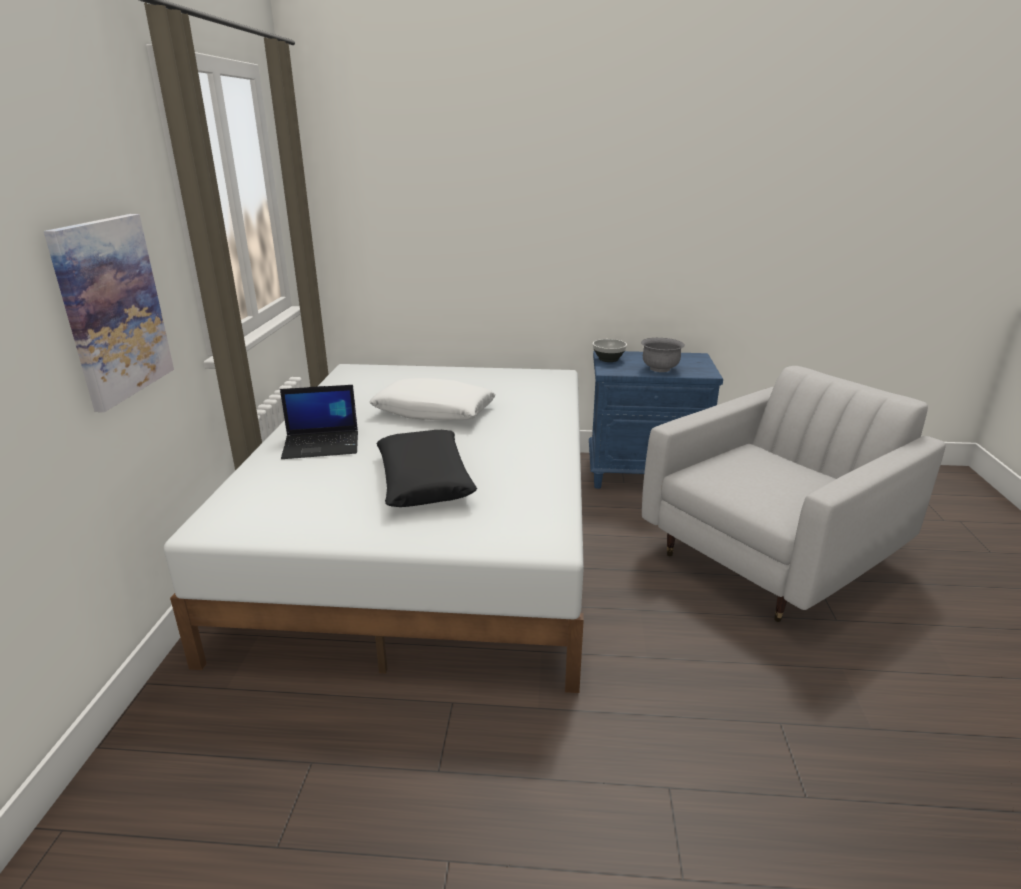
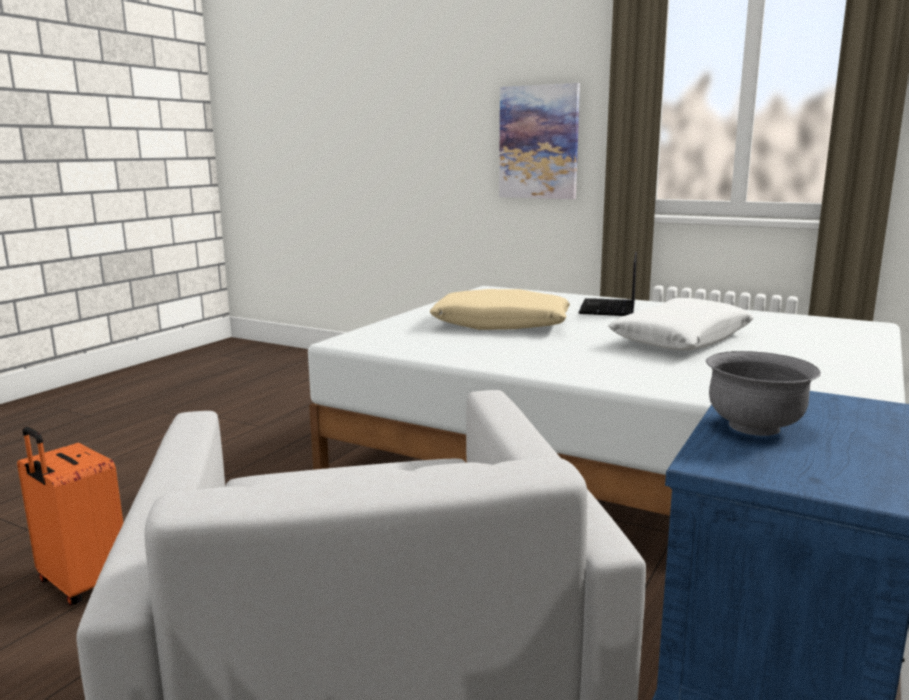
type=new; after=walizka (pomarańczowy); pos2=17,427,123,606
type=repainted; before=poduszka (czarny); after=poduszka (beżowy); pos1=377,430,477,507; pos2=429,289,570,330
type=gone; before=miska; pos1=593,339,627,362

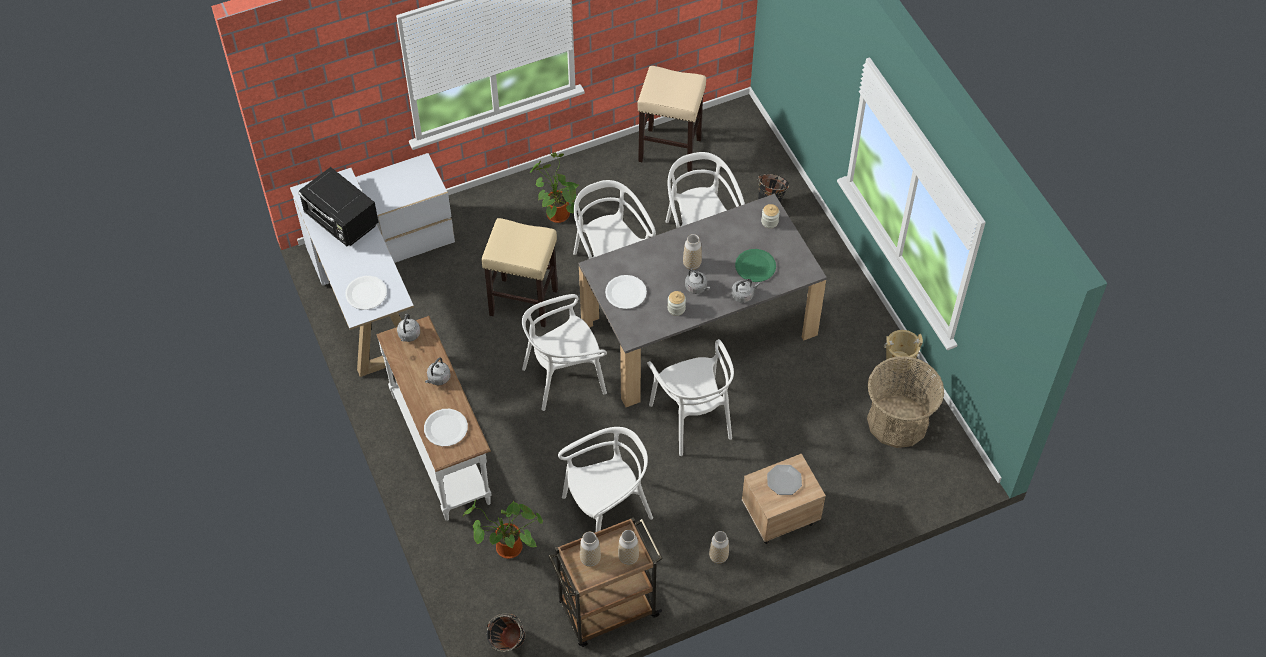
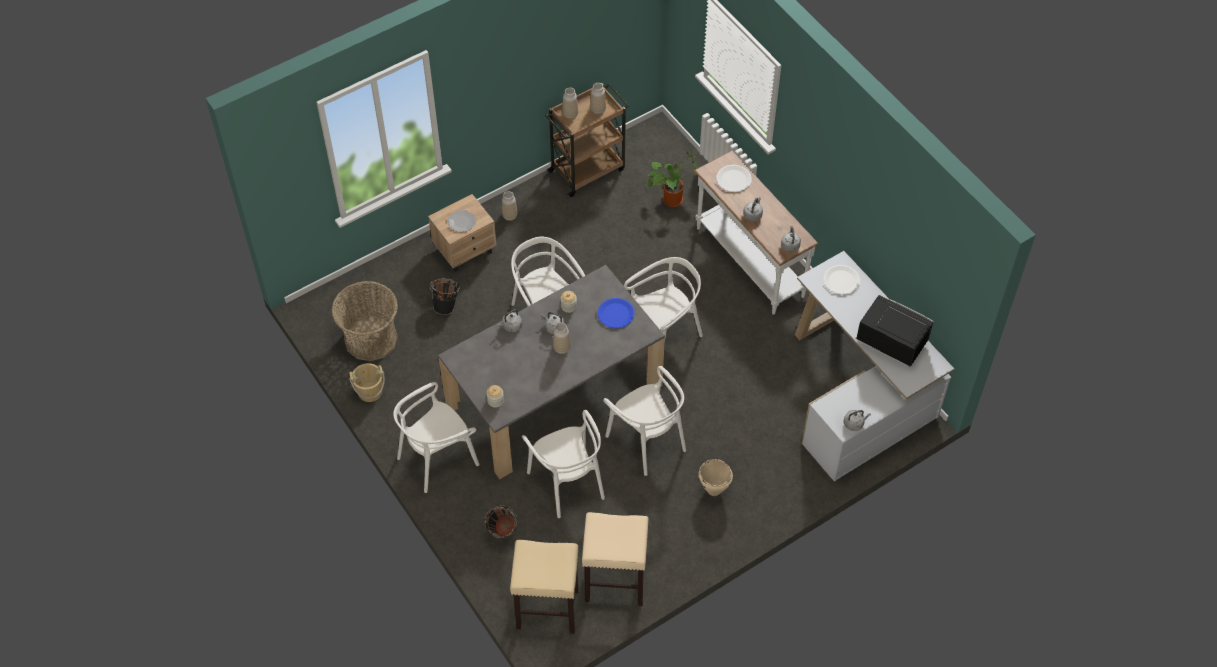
type=shifted; before=krzesło (biały); pos1=558,427,653,532; pos2=393,382,480,493
type=shifted; before=wiadro (czarny); pos1=487,613,525,652; pos2=430,278,460,315
type=shifted; before=stołek (beżowy); pos1=481,218,558,327; pos2=510,540,579,634
type=repainted; before=talerz (biały); after=talerz (niebieski); pos1=605,275,647,309; pos2=598,298,635,328
type=swapped; before=roślina doniczkowa; after=garnek (beżowy); pos1=530,153,579,223; pos2=698,459,733,496
type=new; after=czajnik (szary); pos2=844,410,871,431
type=gone; before=talerz (zielony); pos1=735,249,776,282

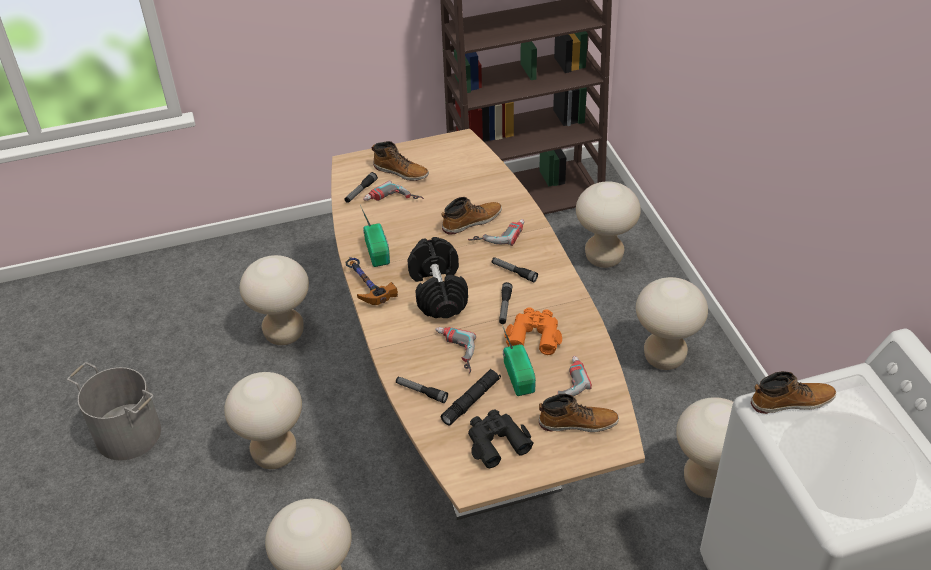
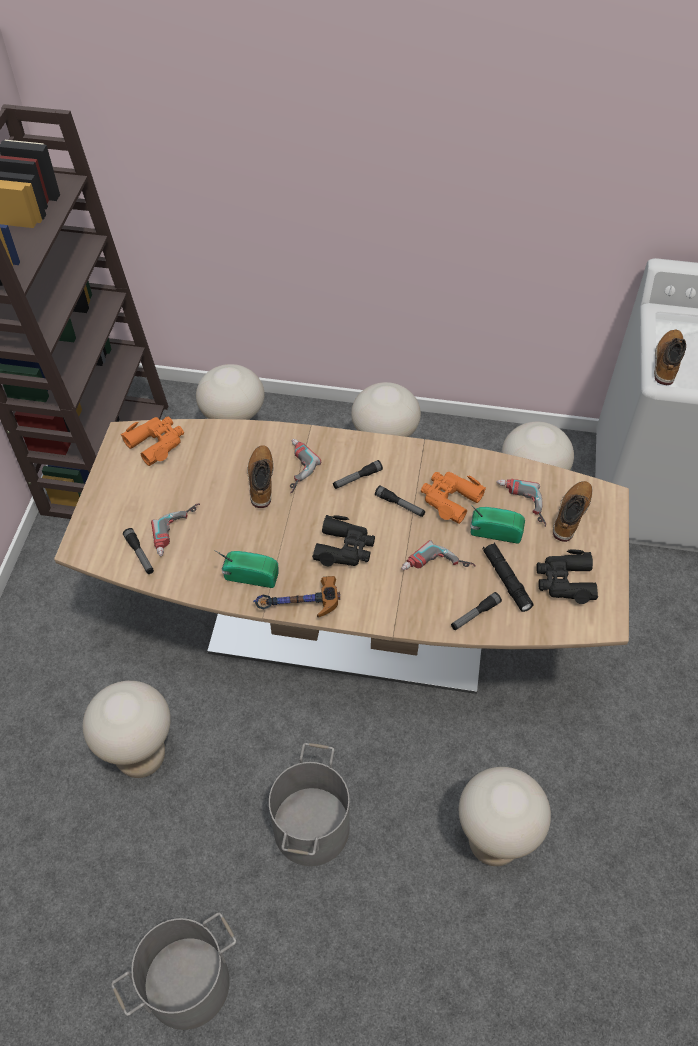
type=new; after=lornetka (pomarańczowy); pos2=121,416,184,466
type=swapped; before=stołek (beżowy); after=wiadro (szary); pos1=224,372,302,469; pos2=269,743,350,866
type=swapped; before=hantel (czarny); after=lornetka (czarny); pos1=407,237,468,318; pos2=312,515,375,567
type=gone; before=but z cholewką; pos1=371,141,429,181

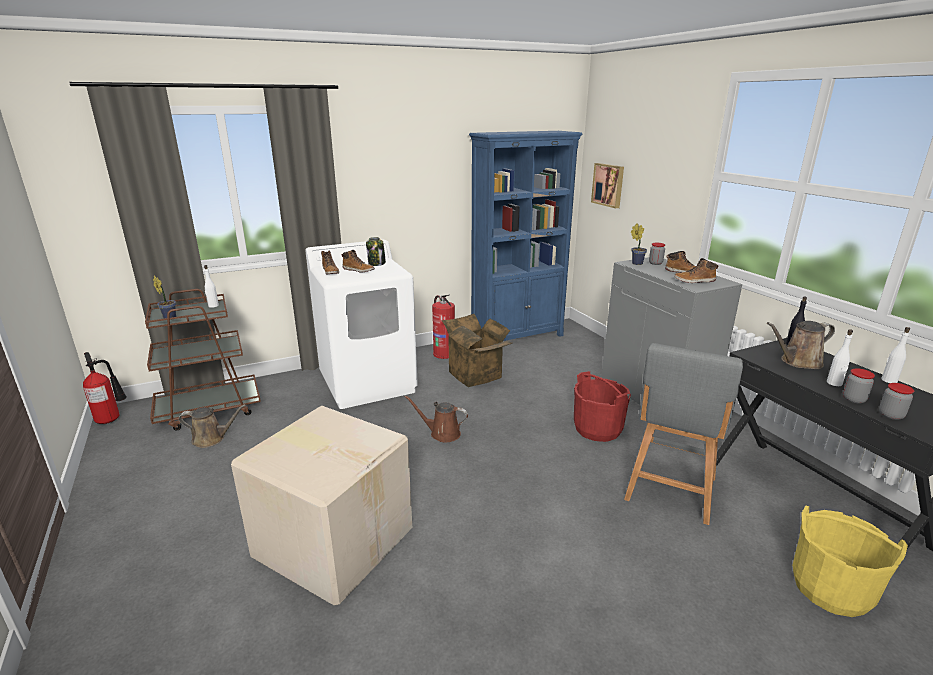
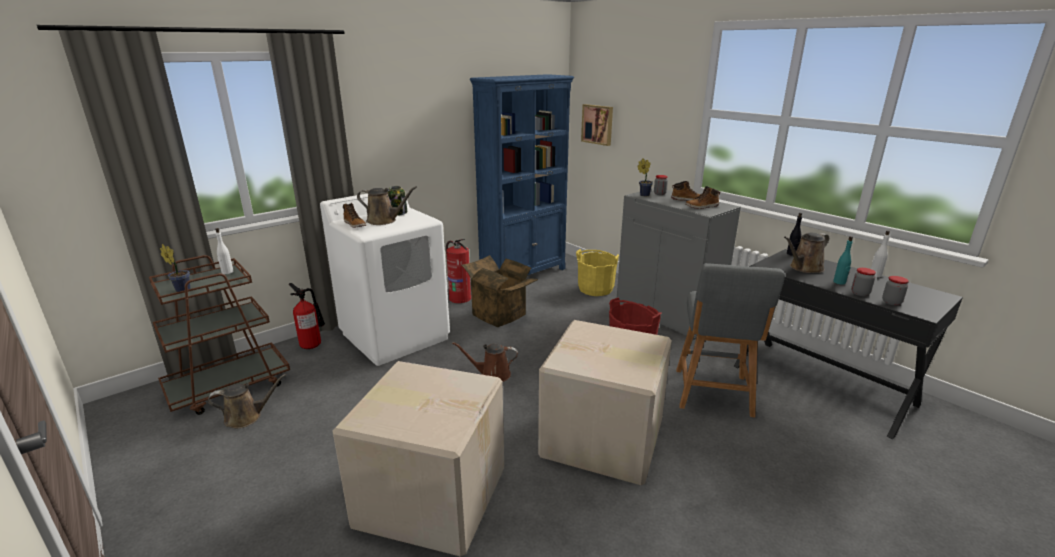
type=shifted; before=gaśnica; pos1=83,352,127,424; pos2=289,283,325,349
type=swapped; before=but z cholewką; after=konewka (brązowy); pos1=342,250,375,272; pos2=357,186,417,225
type=new; after=karton; pos2=538,320,672,485
type=shifted; before=wiadro (żółty); pos1=792,505,908,617; pos2=576,249,619,296
type=repainted; before=butelka (biały); after=butelka (turkusowy); pos1=827,329,853,386; pos2=833,236,853,285

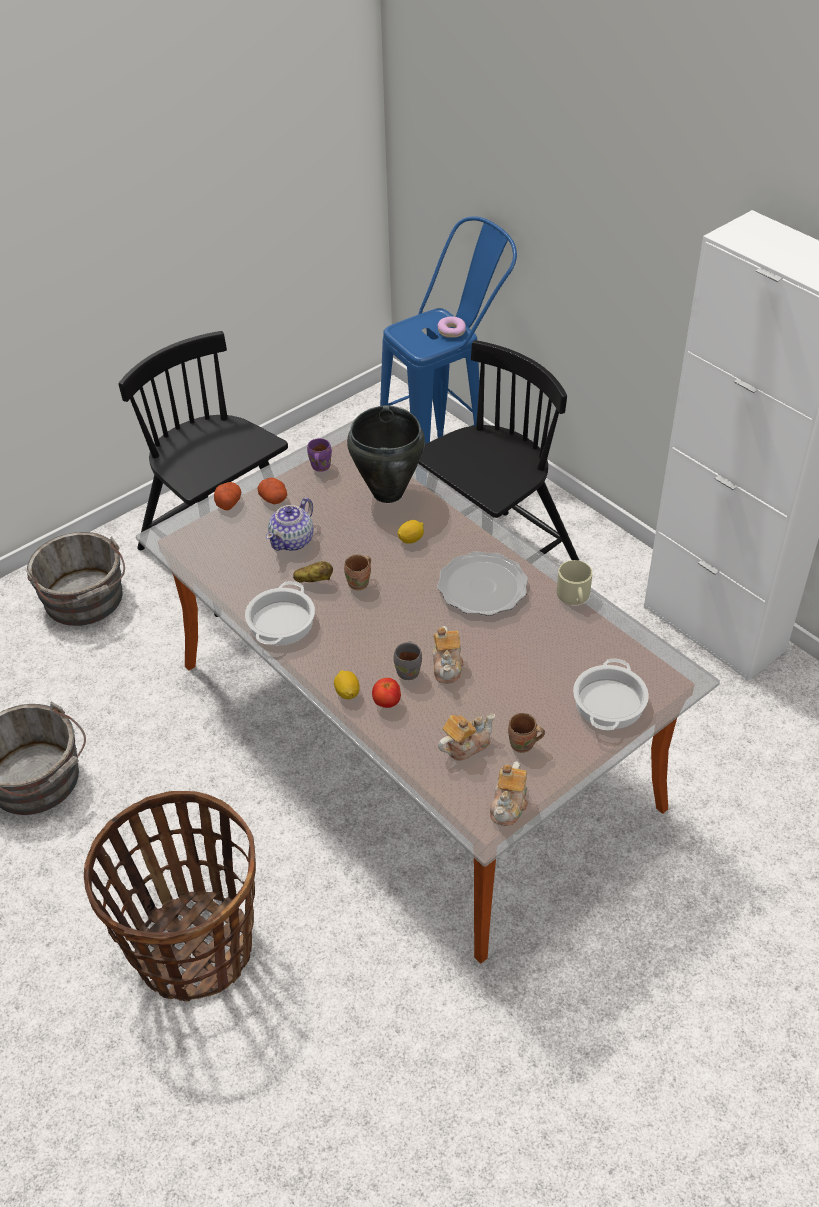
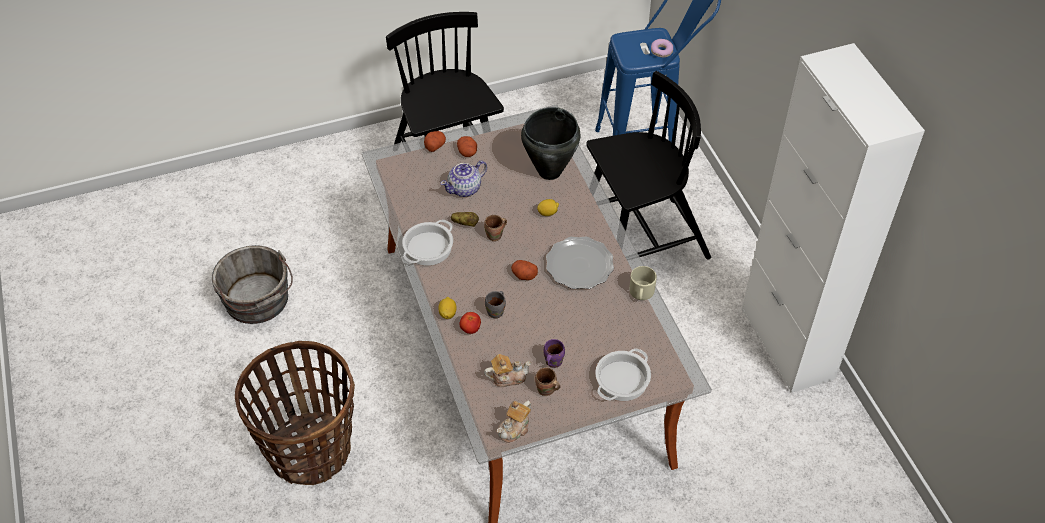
type=new; after=ziemniak; pos2=511,260,538,280
type=shifted; before=kubek (fioletowy); pos1=307,438,332,472; pos2=543,339,565,368
type=gone; before=wiadro (szary); pos1=26,532,125,626
type=gone; before=imbryk; pos1=433,626,464,683

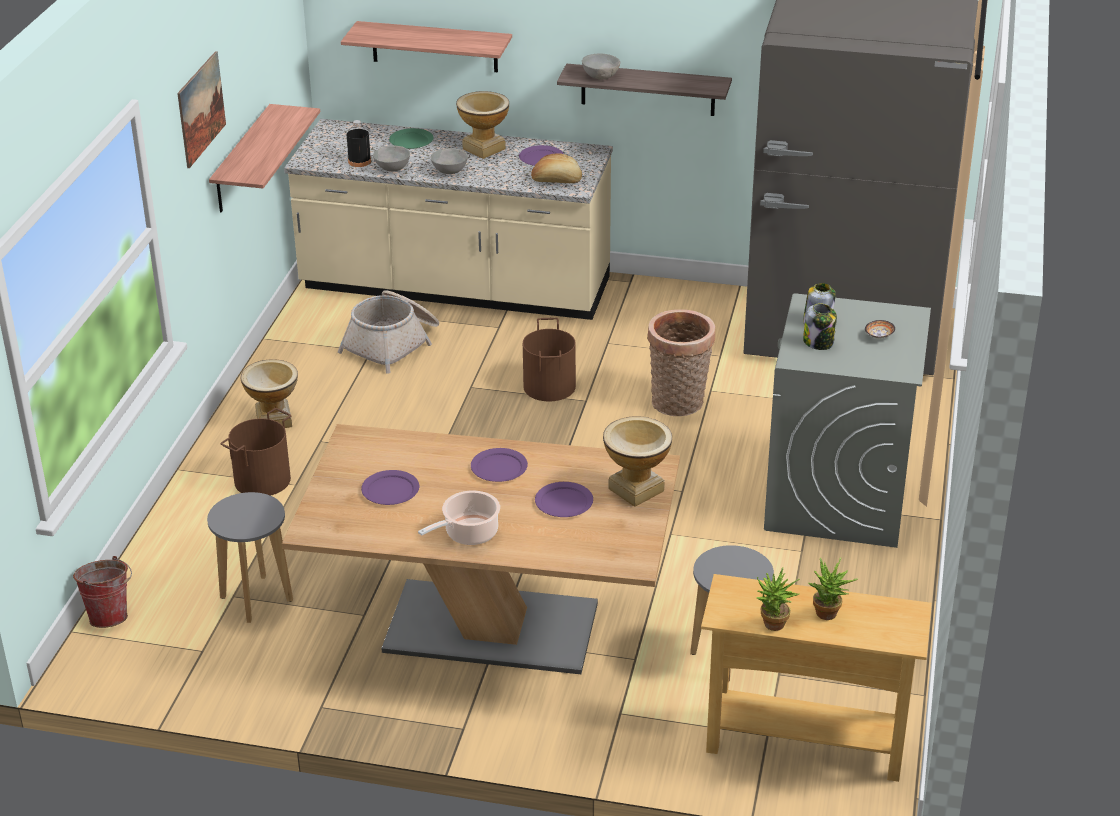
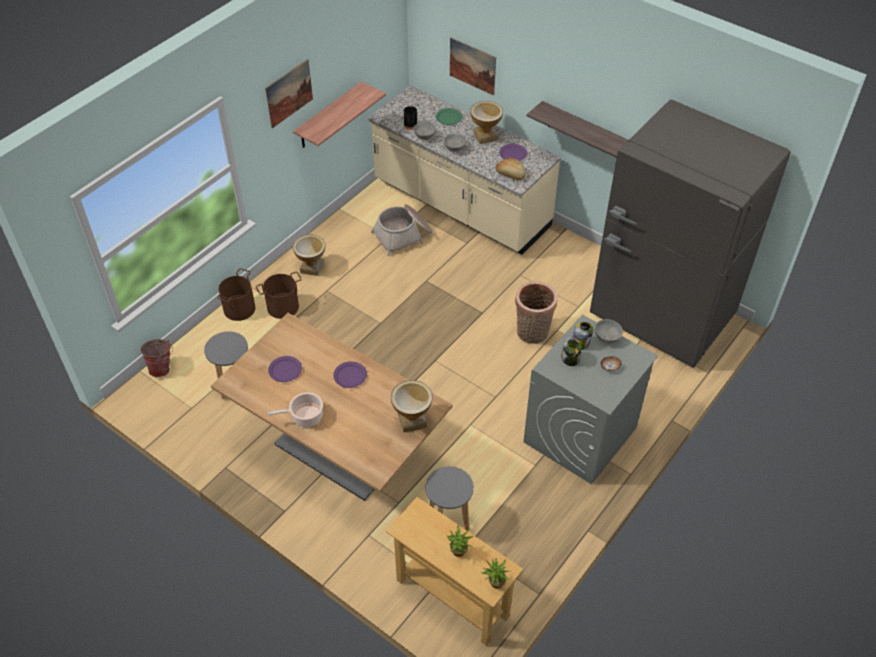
type=shifted; before=wiadro (brązowy); pos1=523,318,576,401; pos2=217,268,255,321
type=swapped; before=półka; after=obraz; pos1=341,21,512,72; pos2=450,38,496,96
type=shifted; before=roślina doniczkowa; pos1=756,567,799,631; pos2=481,558,510,589
type=shifted; before=miska (szary); pos1=582,54,620,79; pos2=594,319,623,344
type=gone; before=talerz (fioletowy); pos1=535,482,593,517

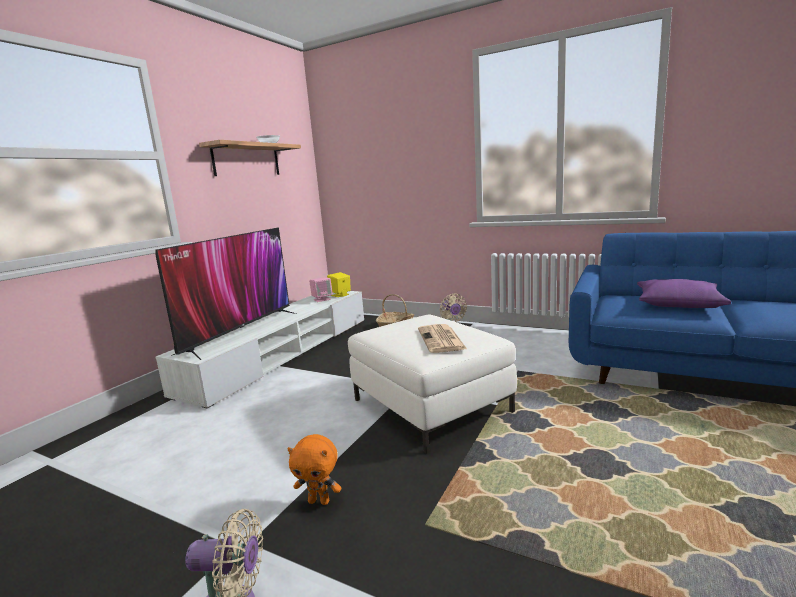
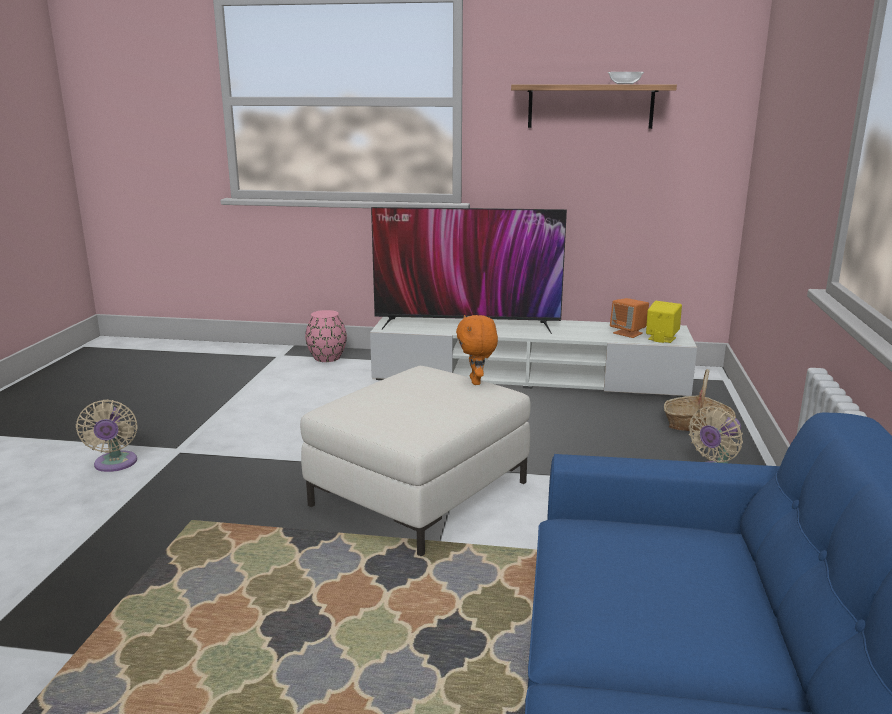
type=new; after=wazon (różowy); pos2=305,310,347,362
type=shifted; before=pluszak (pomarańczowy); pos1=287,434,341,505; pos2=456,315,498,385
type=repainted; before=głośnik (różowy); after=głośnik (pomarańczowy); pos1=309,278,333,302; pos2=610,298,649,338
type=gone; before=gazeta; pos1=418,324,467,353
type=gone; before=poduszka (fioletowy); pos1=637,279,731,308

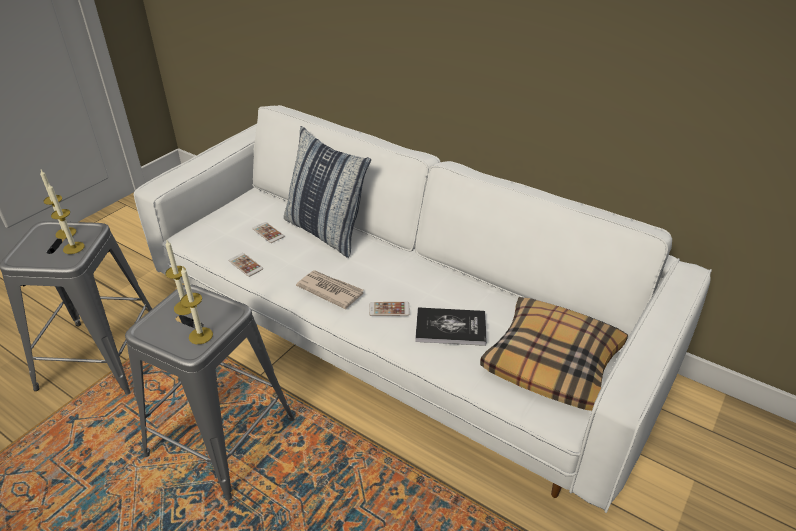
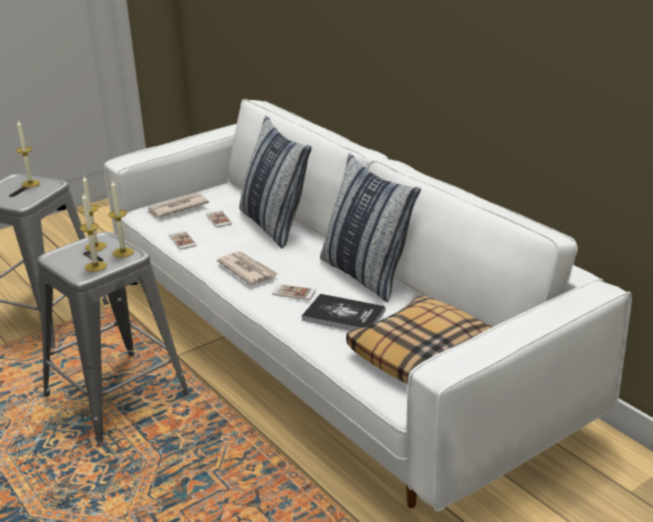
type=shifted; before=świeca; pos1=48,184,85,254; pos2=108,180,134,258
type=new; after=gazeta; pos2=147,193,209,217
type=new; after=poduszka; pos2=320,153,421,302

